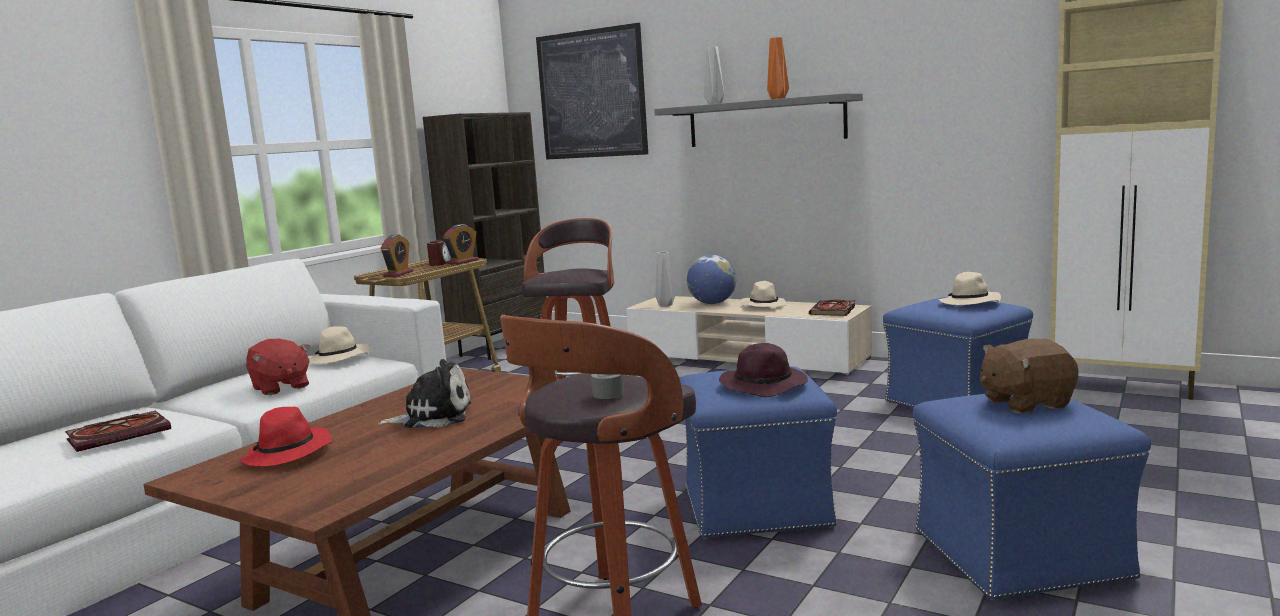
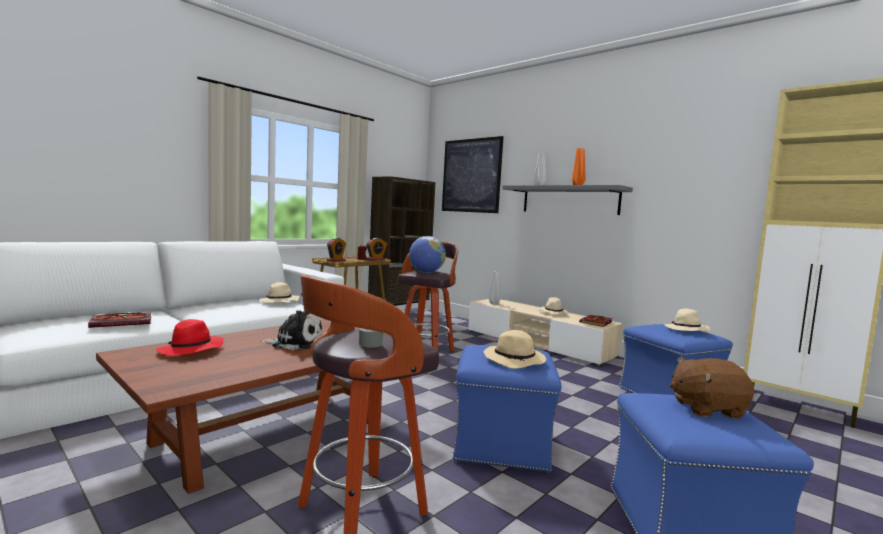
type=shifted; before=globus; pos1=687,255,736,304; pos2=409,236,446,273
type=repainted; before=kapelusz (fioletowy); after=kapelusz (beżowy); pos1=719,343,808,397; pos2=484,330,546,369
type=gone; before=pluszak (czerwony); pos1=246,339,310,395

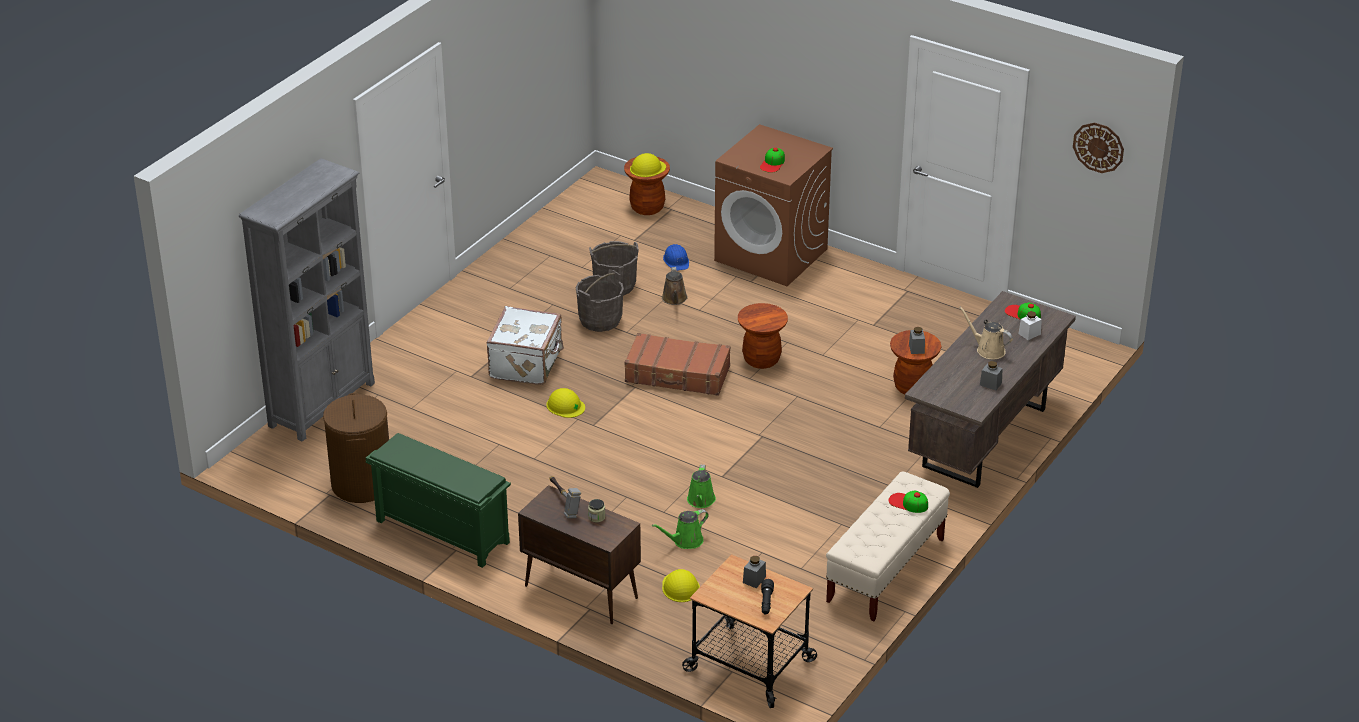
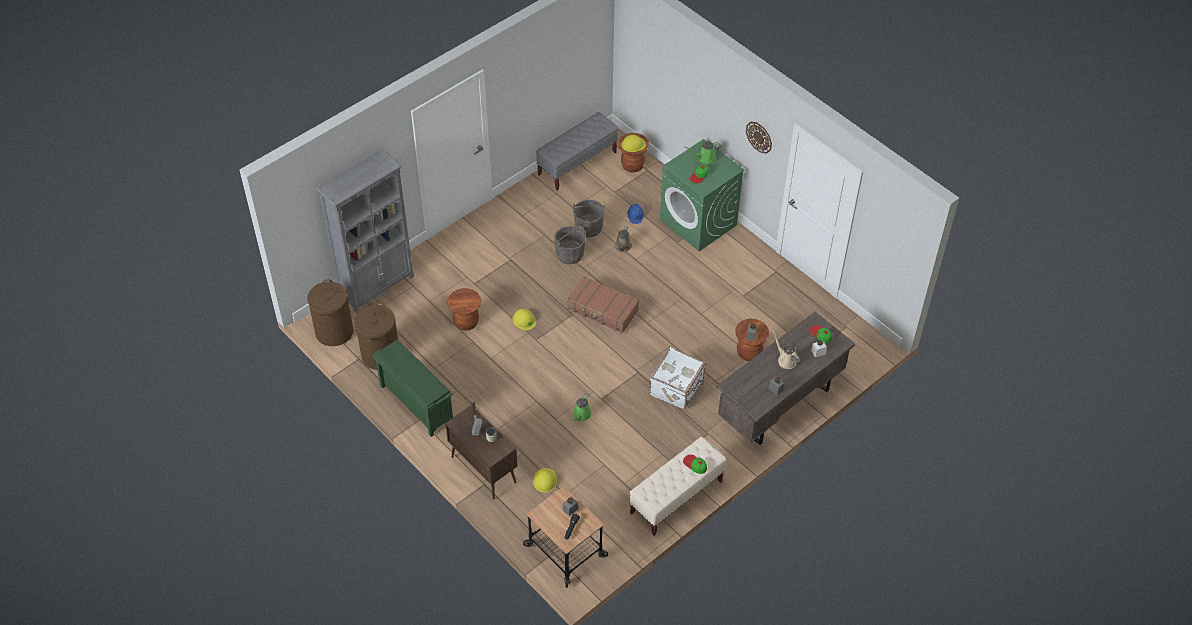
type=new; after=kosz na pranie (brązowy); pos2=307,279,354,346
type=shifted; before=stołek (brązowy); pos1=738,303,788,369; pos2=447,288,481,331
type=new; after=ławka (szary); pos2=536,112,618,190
type=shifted; before=walizka (biały); pos1=486,306,564,385; pos2=649,347,706,409
type=repainted; before=pralka (brązowy); after=pralka (zielony); pos1=714,124,833,286; pos2=660,139,744,251
type=shifted; before=konewka (zielony); pos1=652,509,709,549; pos2=685,142,721,164
type=shifted; before=zegar ścienny; pos1=1073,123,1124,173; pos2=746,122,772,154

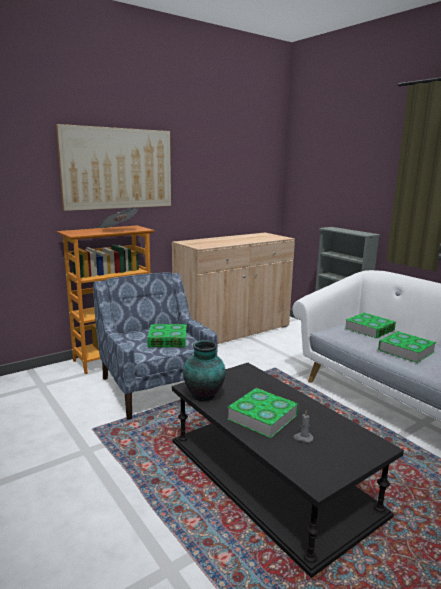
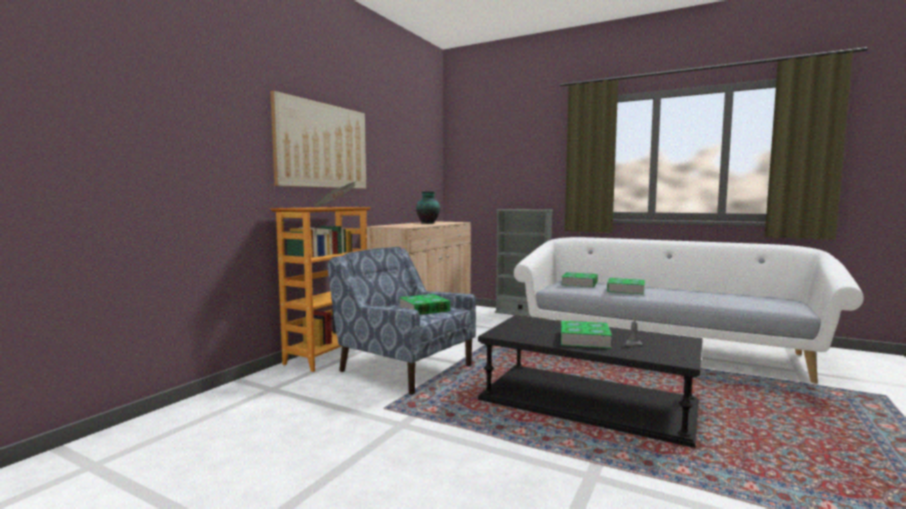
type=shifted; before=wazon; pos1=183,340,226,401; pos2=416,191,440,224

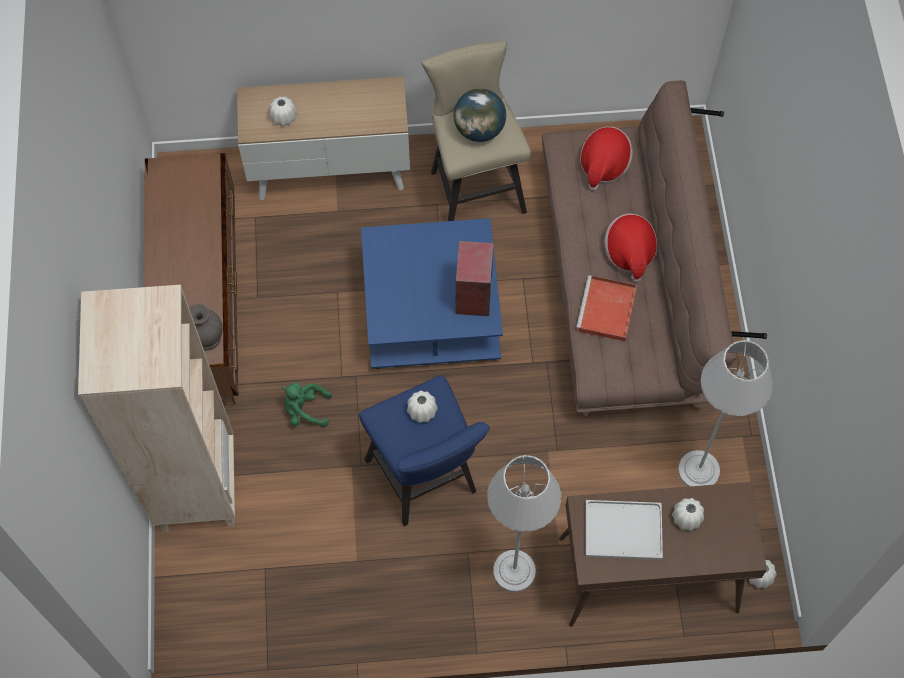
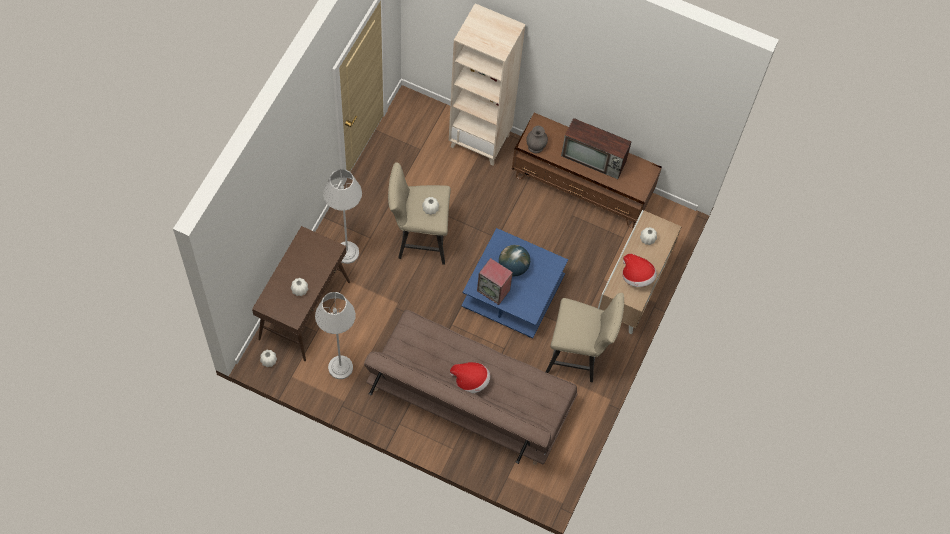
type=repainted; before=stołek (niebieski); after=stołek (beżowy); pos1=359,375,490,526; pos2=388,162,451,265
type=shifted; before=globus; pos1=454,89,506,142; pos2=499,245,530,276
type=new; after=telewizor; pos2=561,118,632,179
type=shifted; before=kapelusz; pos1=580,127,633,190; pos2=622,253,657,287
type=gone; before=pluszak (zielony); pos1=282,382,332,427
type=gone; before=taca (czerwony); pos1=576,275,637,341
type=gone; before=taca (biały); pos1=585,500,663,560

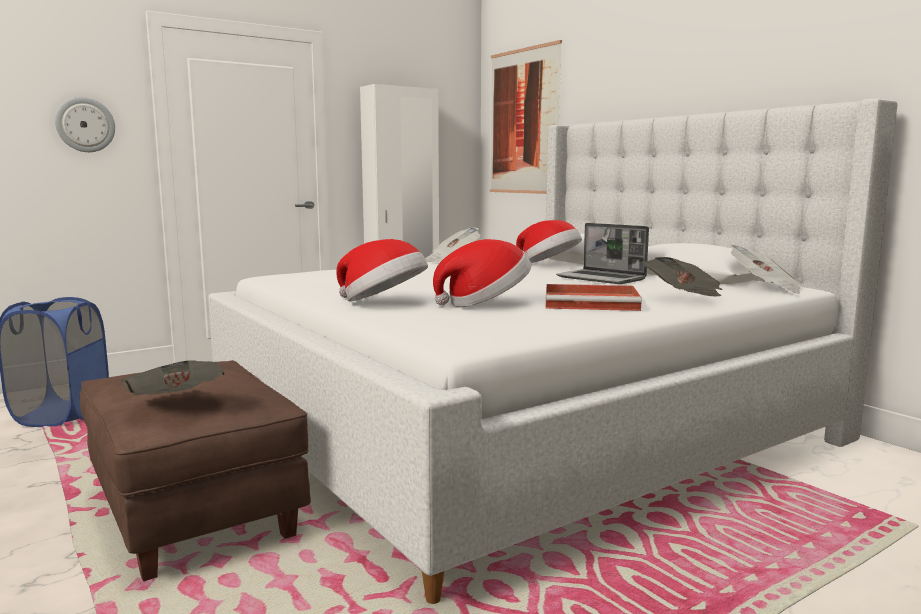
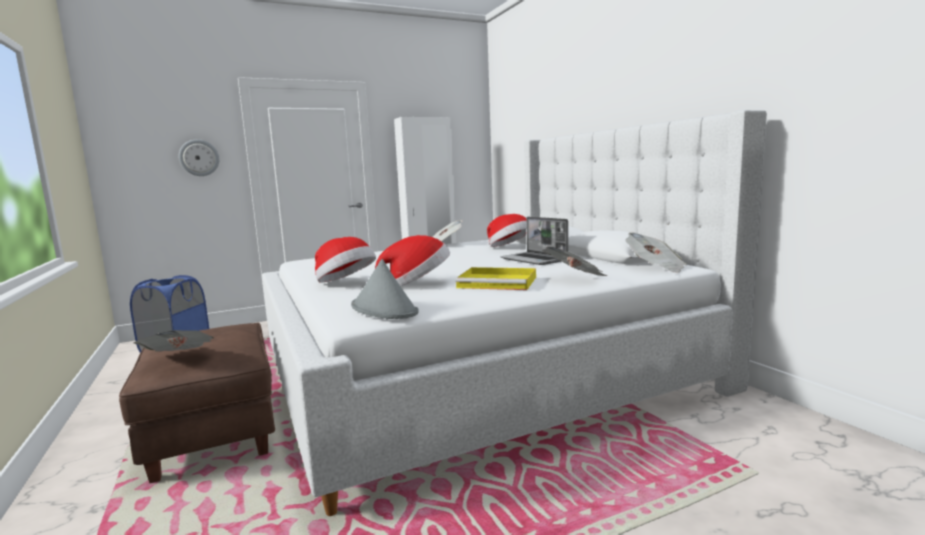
type=new; after=kapelusz (szary); pos2=351,259,419,319
type=repainted; before=taca (czerwony); after=taca (żółty); pos1=546,284,642,311; pos2=456,267,536,290
type=gone; before=obraz; pos1=490,40,562,194

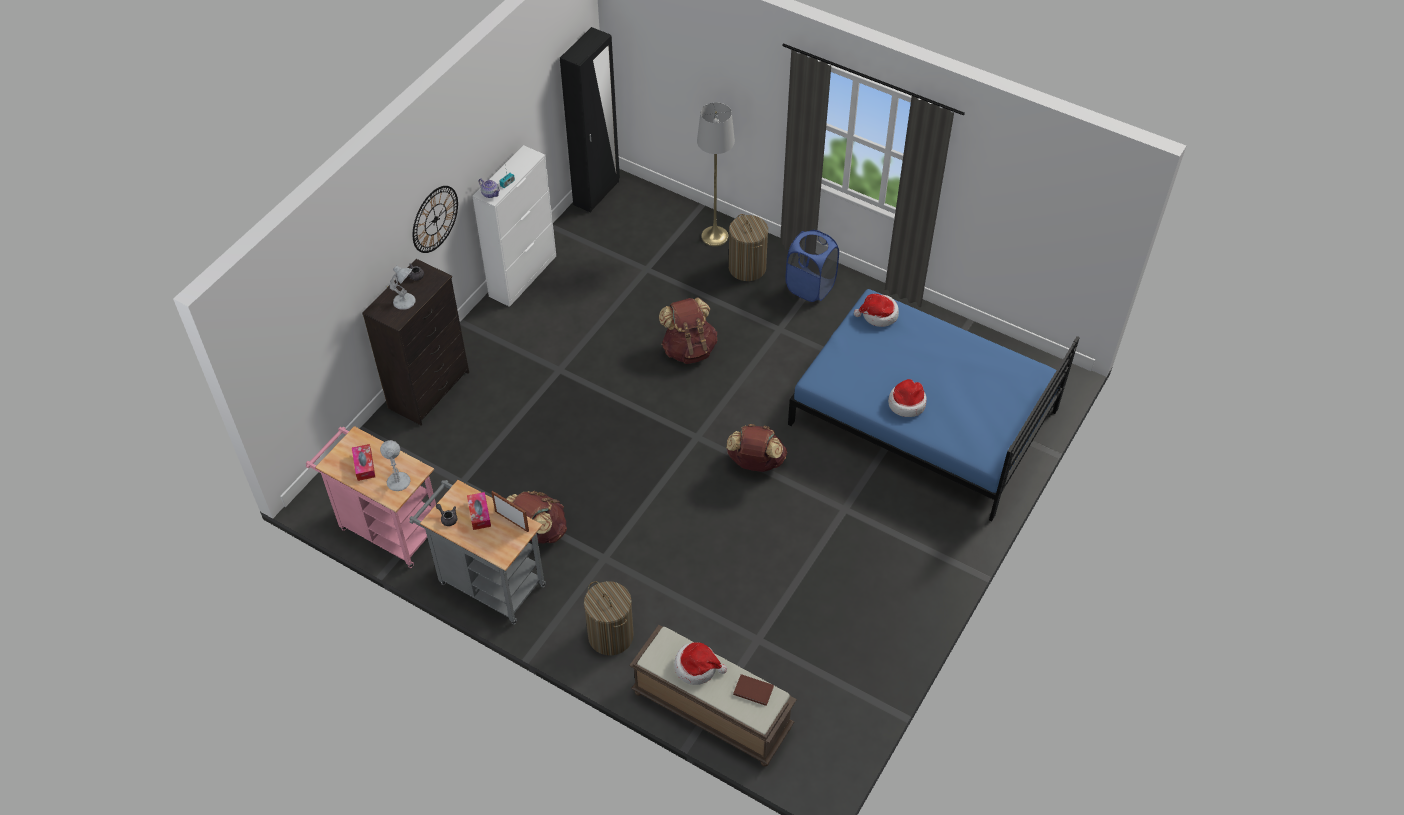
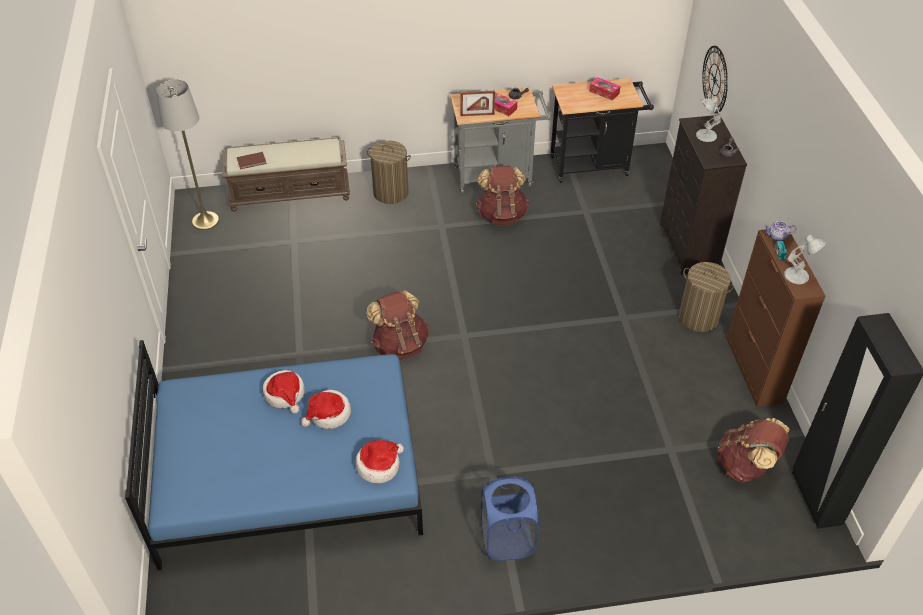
type=shifted; before=lampa stojąca (szary); pos1=697,102,735,246; pos2=156,79,219,230
type=shifted; before=kapelusz; pos1=674,642,727,685; pos2=301,390,351,429
type=repainted; before=wózek (różowy); after=wózek (czarny); pos1=306,426,436,568; pos2=551,78,654,183
type=shifted; before=kosz na pranie; pos1=729,214,768,281; pos2=679,262,734,332
type=shifted; before=zegar ścienny; pos1=413,186,458,253; pos2=702,46,728,114
type=shifted; before=plecak (brązowy); pos1=659,298,717,364; pos2=718,418,790,483
type=repainted; before=szafka (biały); after=szafka (brązowy); pos1=472,145,556,307; pos2=727,229,825,407
type=shifted; before=lampa stołowa (biały); pos1=380,440,410,491; pos2=784,234,826,284

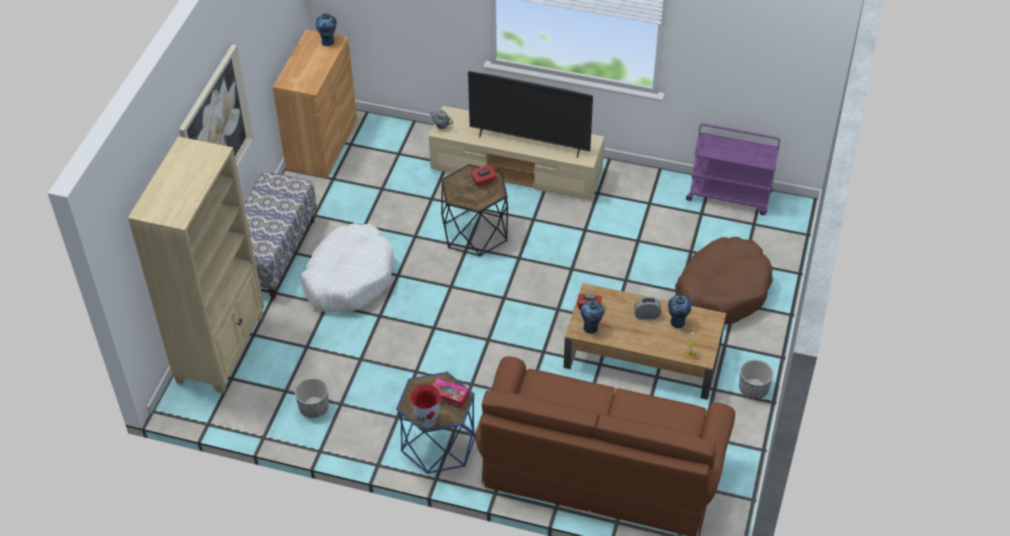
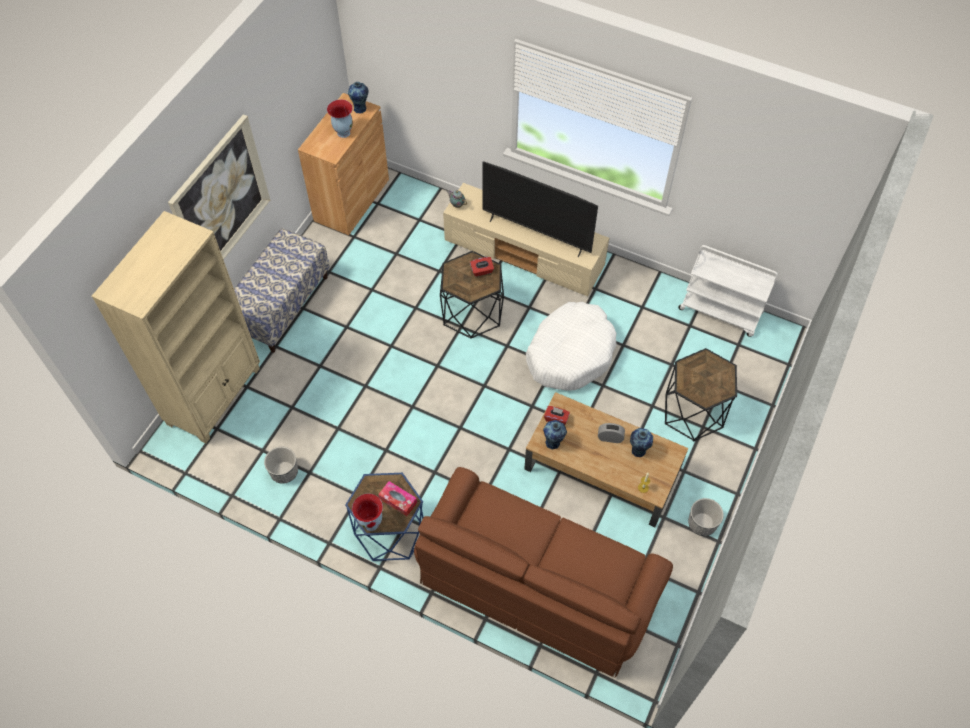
type=new; after=wazon; pos2=327,99,353,138
type=shifted; before=legowisko (biały); pos1=301,223,395,312; pos2=526,302,617,391
type=swapped; before=legowisko (brązowy); after=stolik (czarny); pos1=675,237,773,324; pos2=665,348,737,441
type=repainted; before=wózek (fioletowy); after=wózek (biały); pos1=686,124,780,215; pos2=678,245,778,337

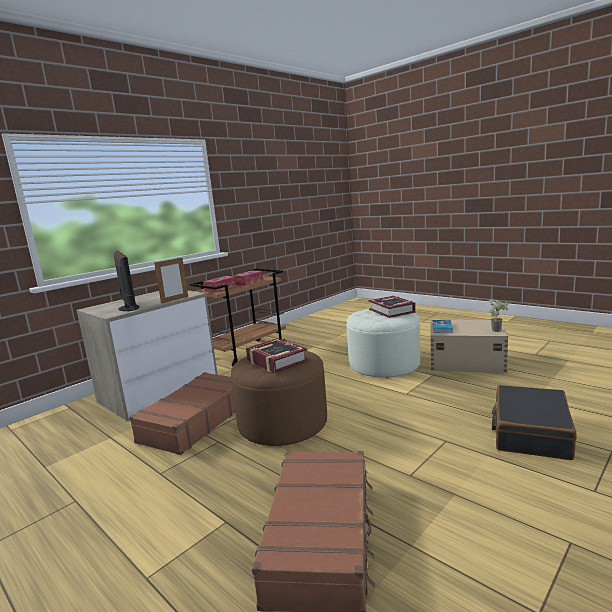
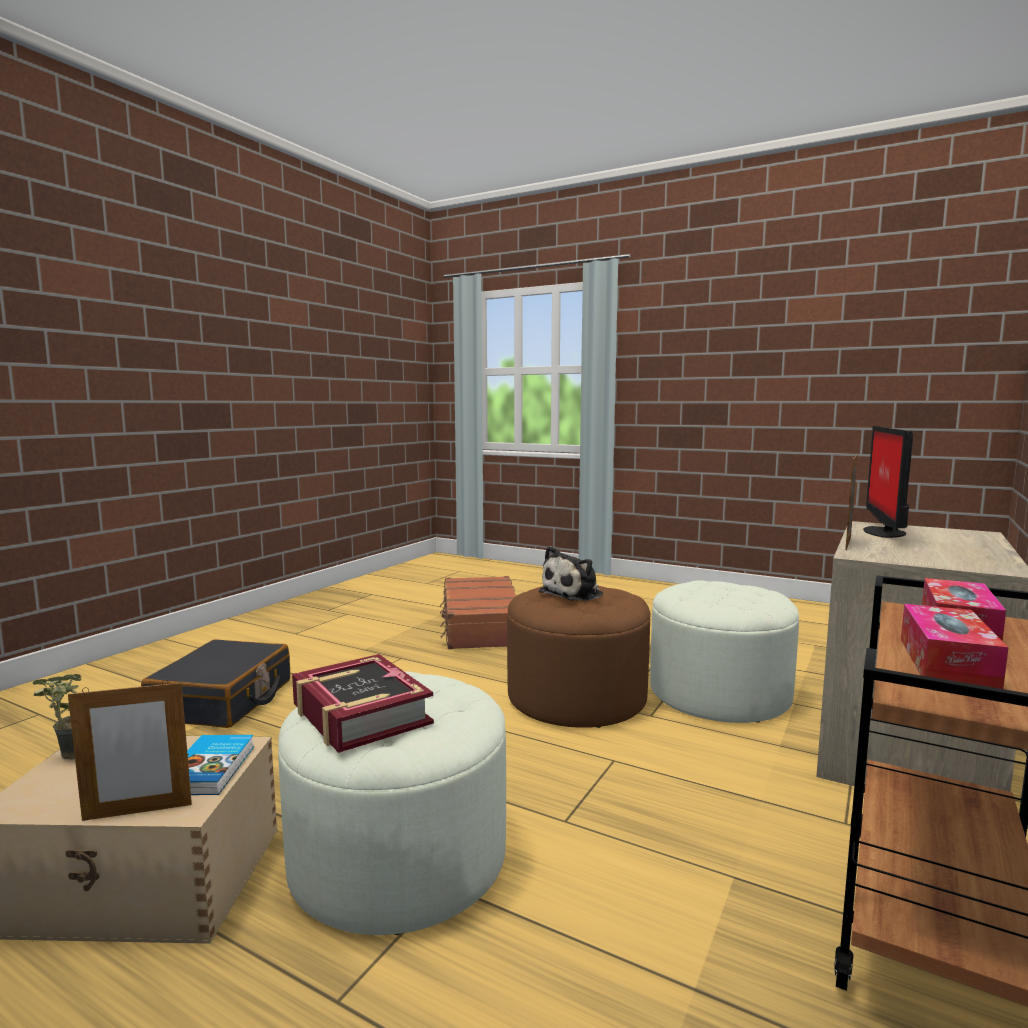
type=new; after=ramka na zdjęcie; pos2=68,680,192,821
type=swapped; before=książka; after=pluszak; pos1=246,338,308,373; pos2=539,546,603,601
type=swapped; before=walizka (brązowy); after=pufa (biały); pos1=129,372,235,455; pos2=650,580,799,723
type=rotated; before=monitor; pos1=114,251,140,311; pos2=863,426,913,538; turn=60

